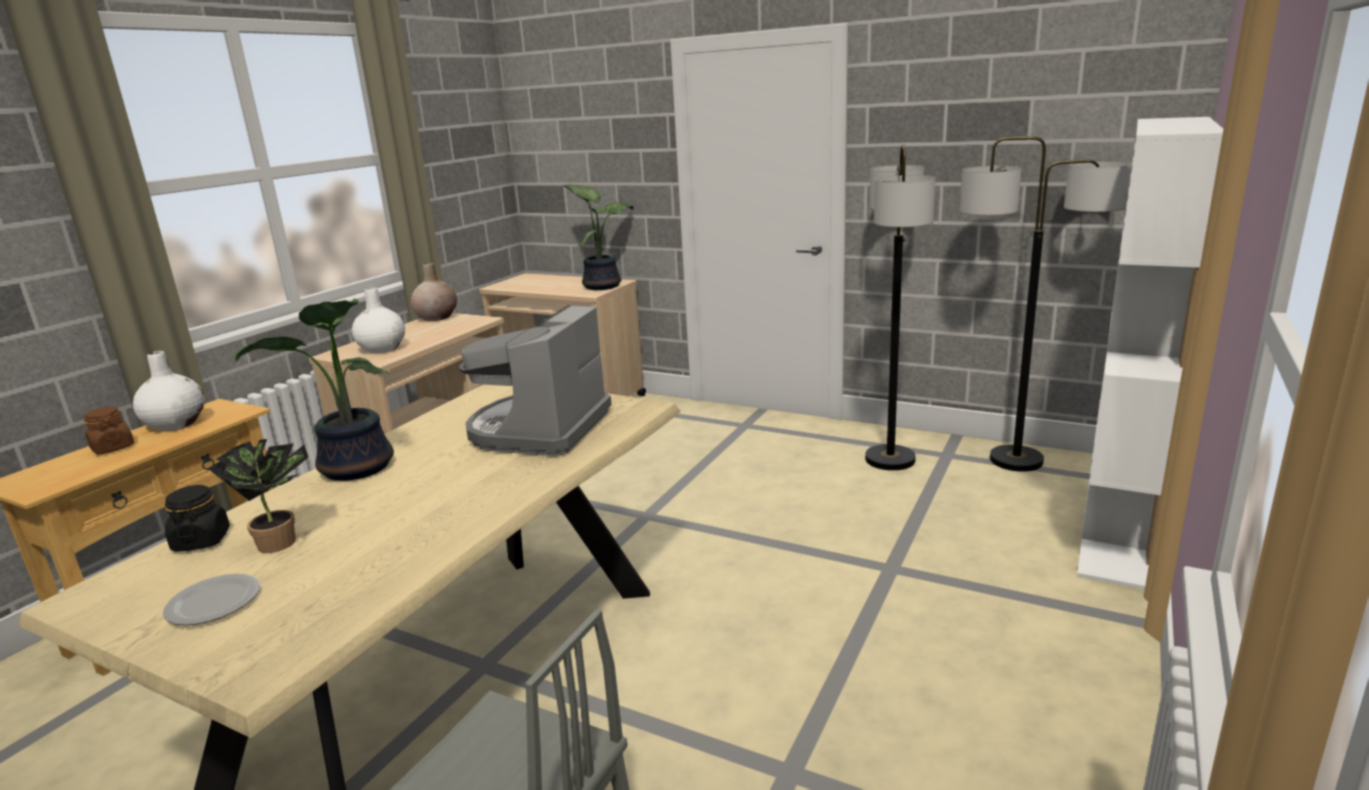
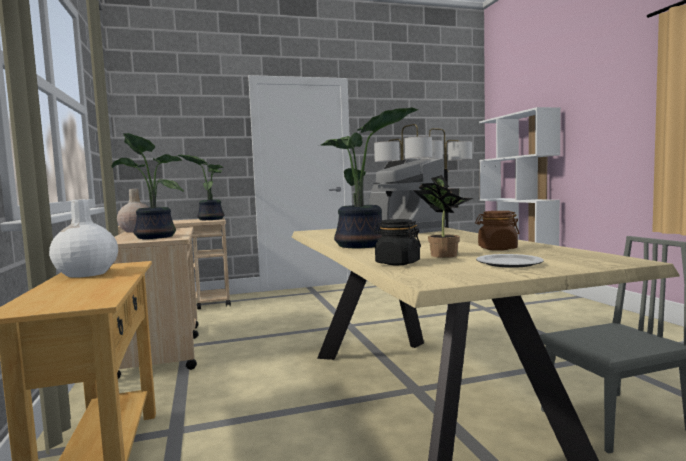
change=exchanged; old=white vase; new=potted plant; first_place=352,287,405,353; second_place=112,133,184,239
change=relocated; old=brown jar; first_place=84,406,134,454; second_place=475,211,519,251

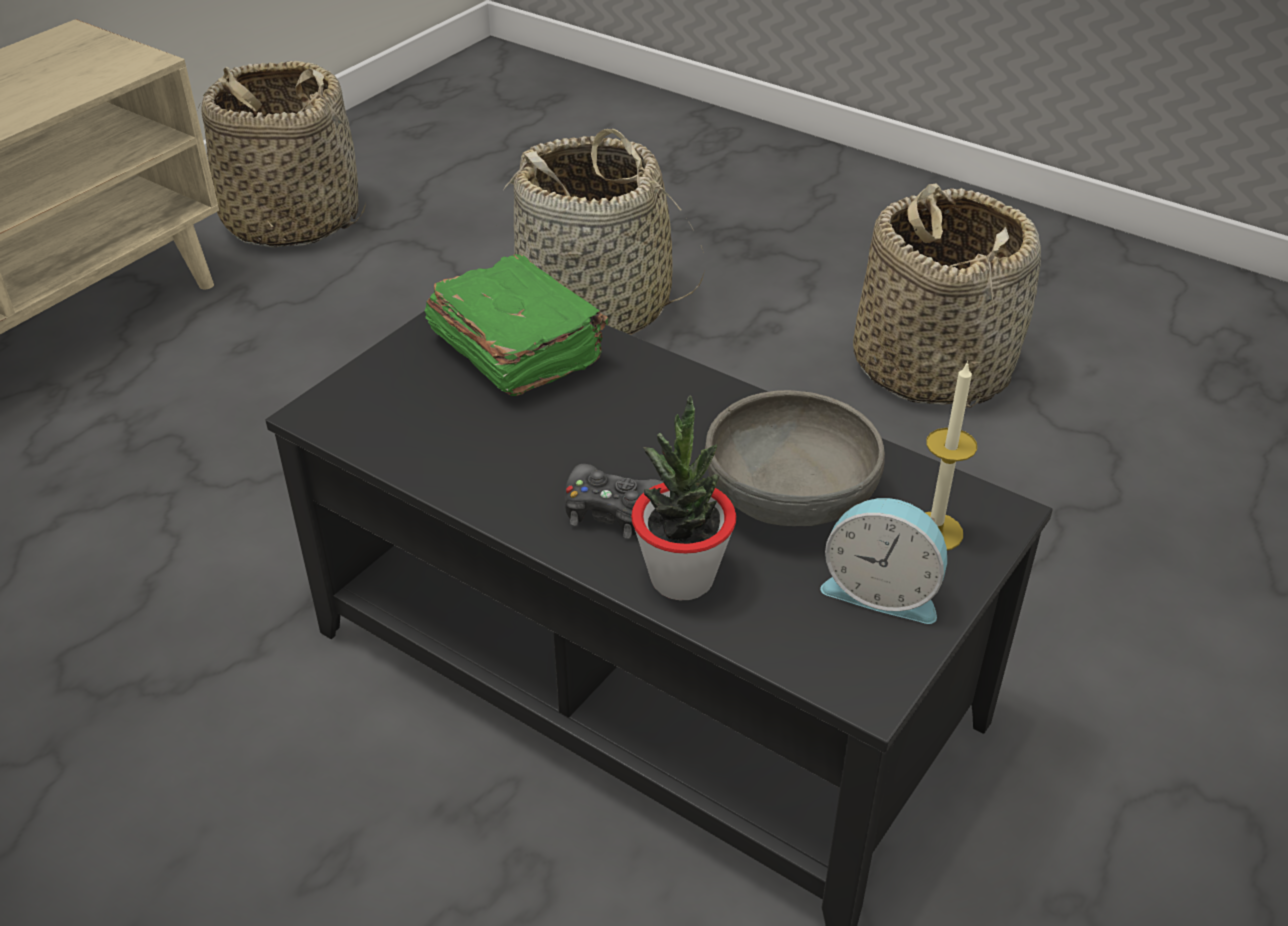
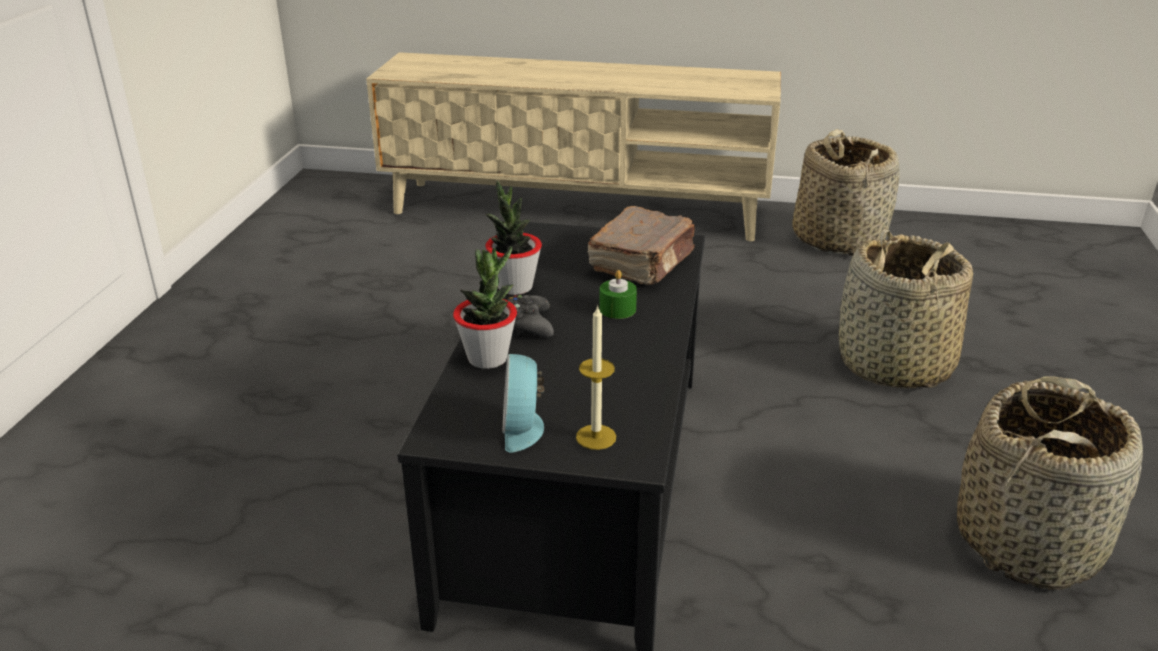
change=appeared; new=potted plant; second_place=485,180,542,295
change=colour; old=green book; new=brown book; first_place=425,254,608,396; second_place=587,206,695,285
change=appeared; new=green candle; second_place=599,270,637,319
change=missing; old=grey bowl; first_place=705,390,885,526

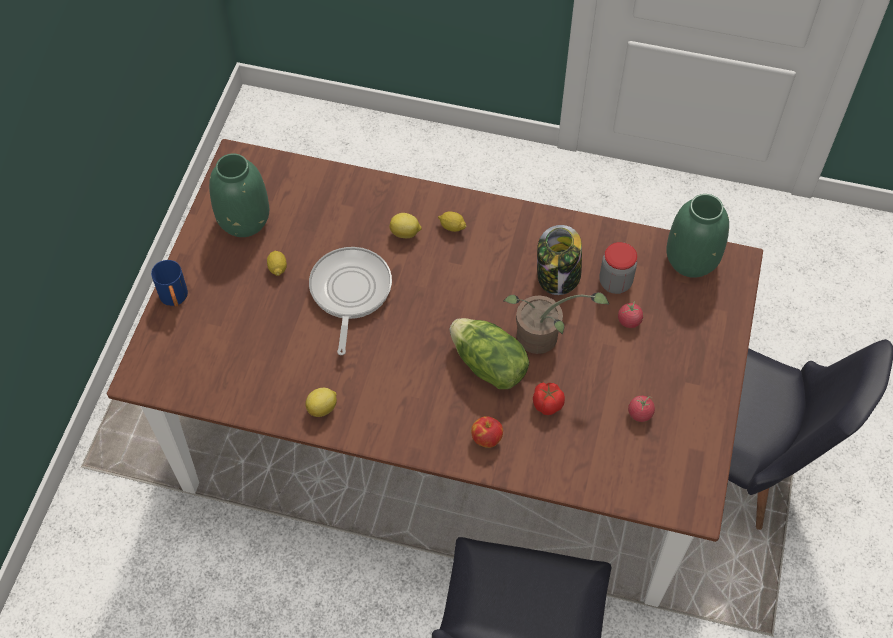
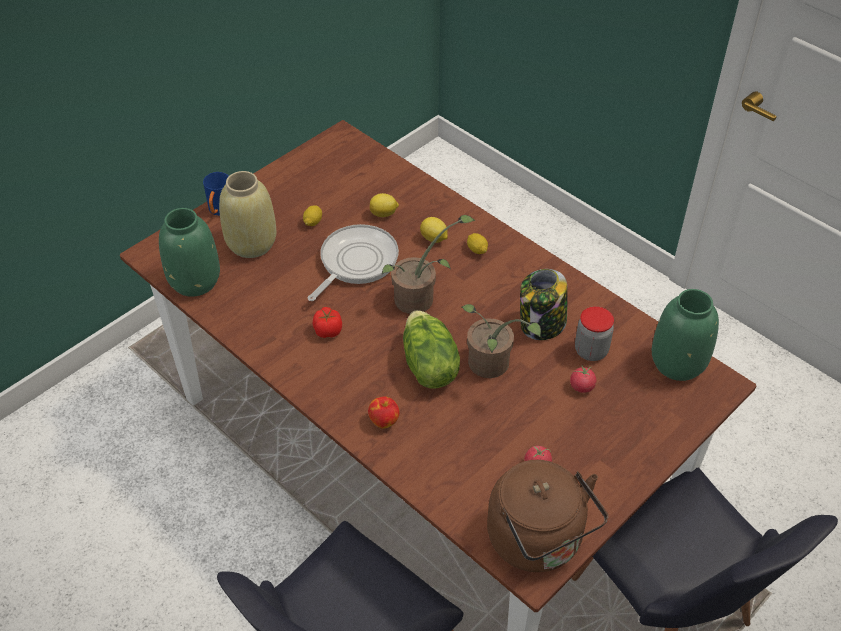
change=relocated; old=green vase; first_place=209,153,269,237; second_place=159,208,220,297
change=appeared; new=beige vase; second_place=219,171,276,258
change=relocated; old=tomato; first_place=533,383,565,415; second_place=313,307,342,338
change=relocated; old=lemon; first_place=305,388,337,417; second_place=370,193,399,217
change=appeared; new=potted plant; second_place=382,215,475,314
change=appeared; new=brown kettle; second_place=487,460,608,572

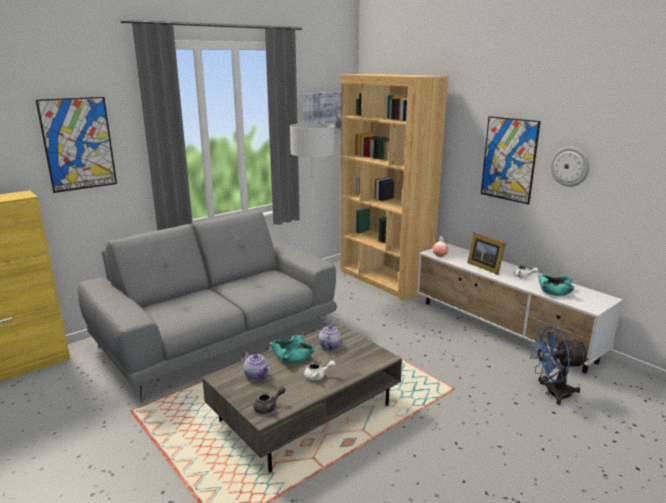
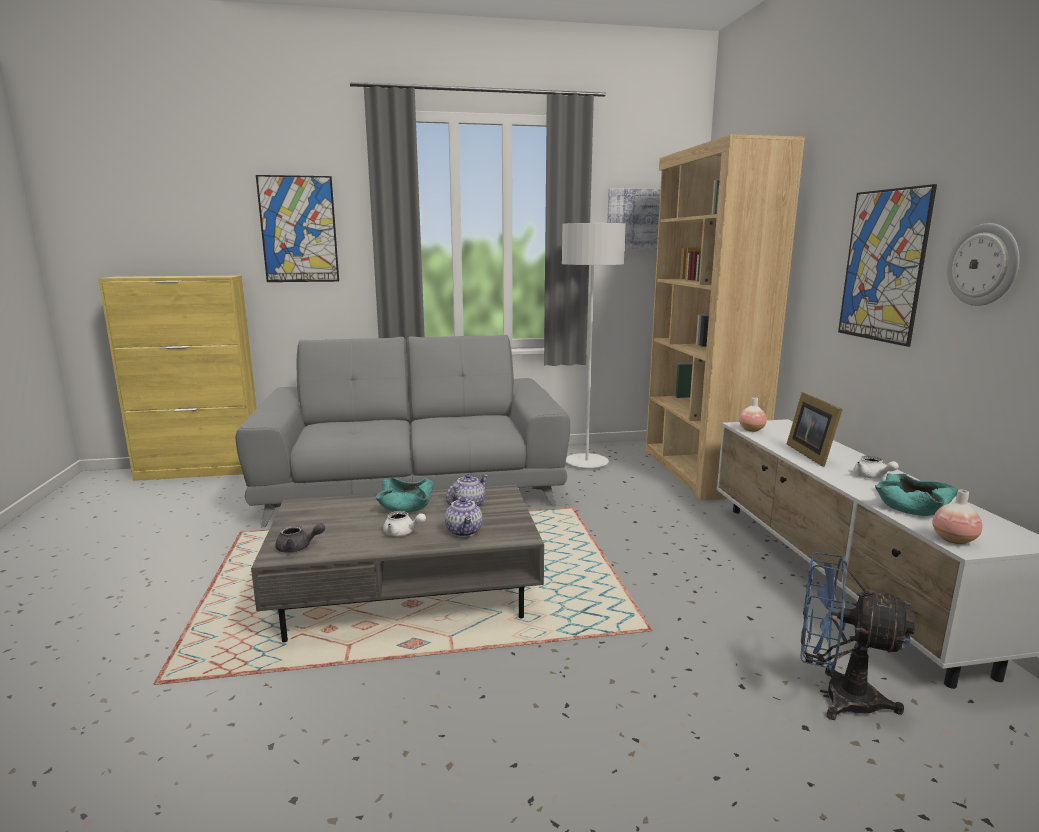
change=relocated; old=teapot; first_place=243,352,269,380; second_place=445,495,482,537
change=appeared; new=vase; second_place=932,489,982,544

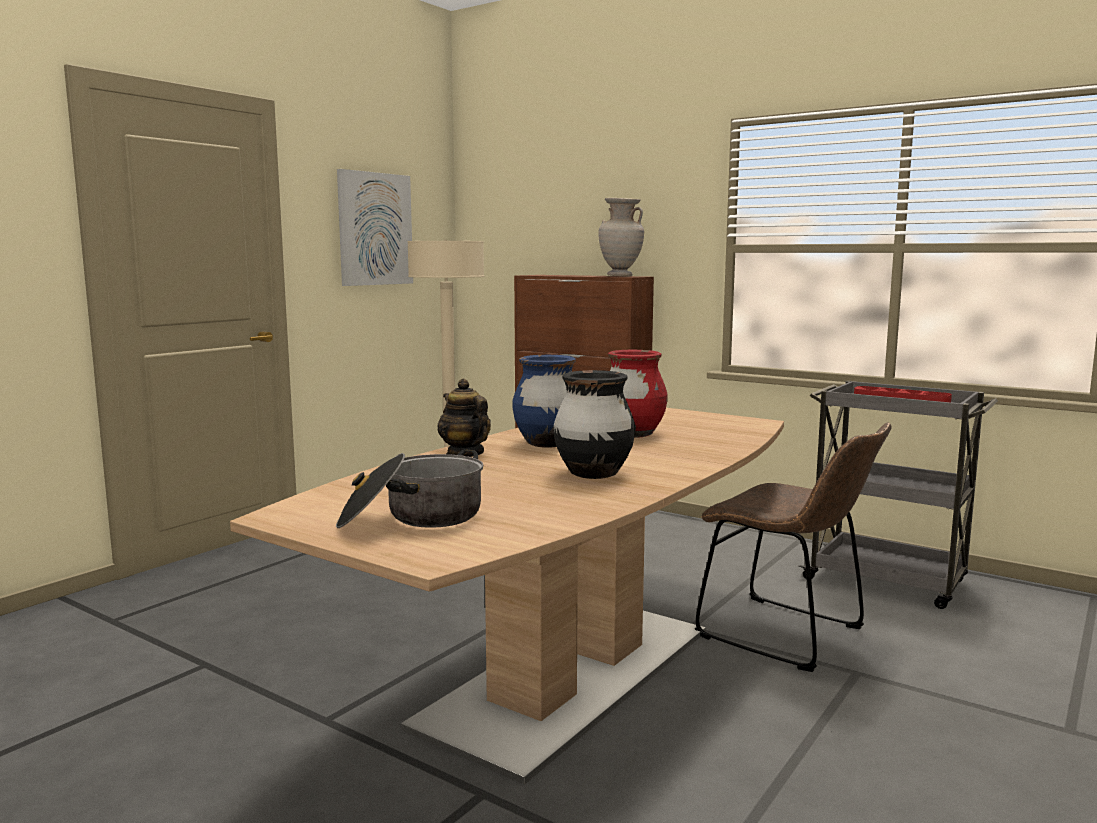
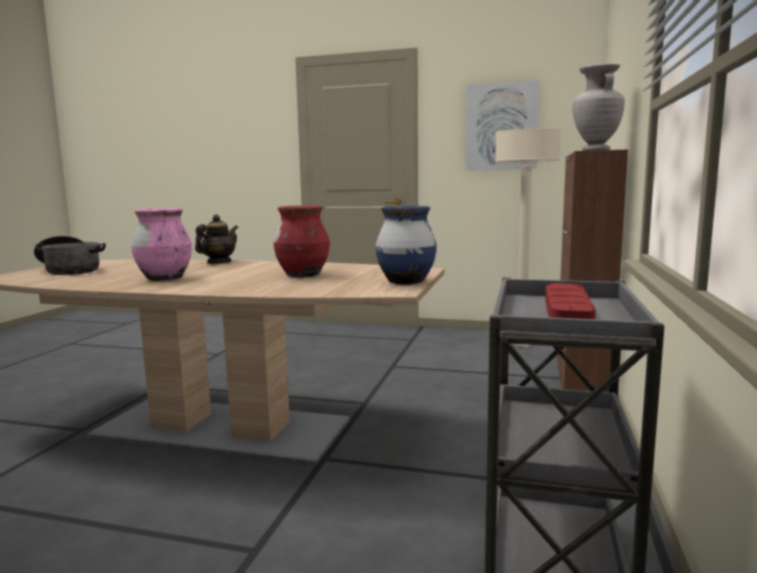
change=colour; old=black vase; new=pink vase; first_place=554,370,635,479; second_place=131,208,192,281
change=relocated; old=blue vase; first_place=512,355,576,448; second_place=376,206,436,285
change=missing; old=brown chair; first_place=695,422,892,672

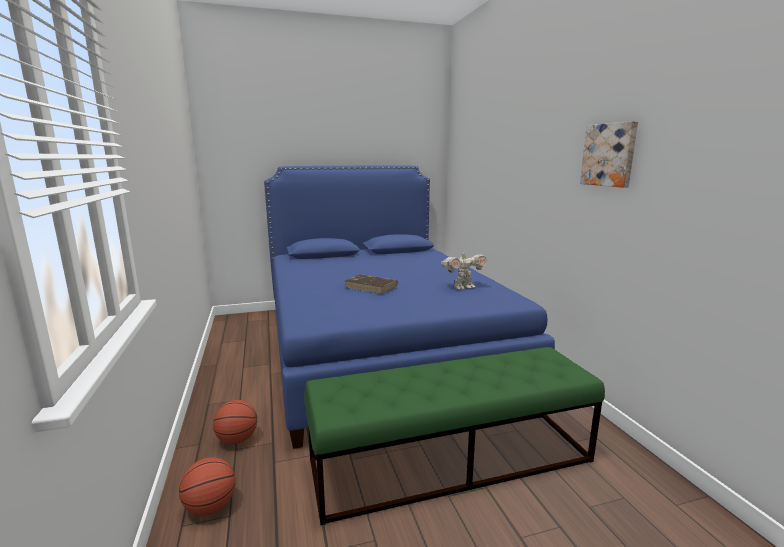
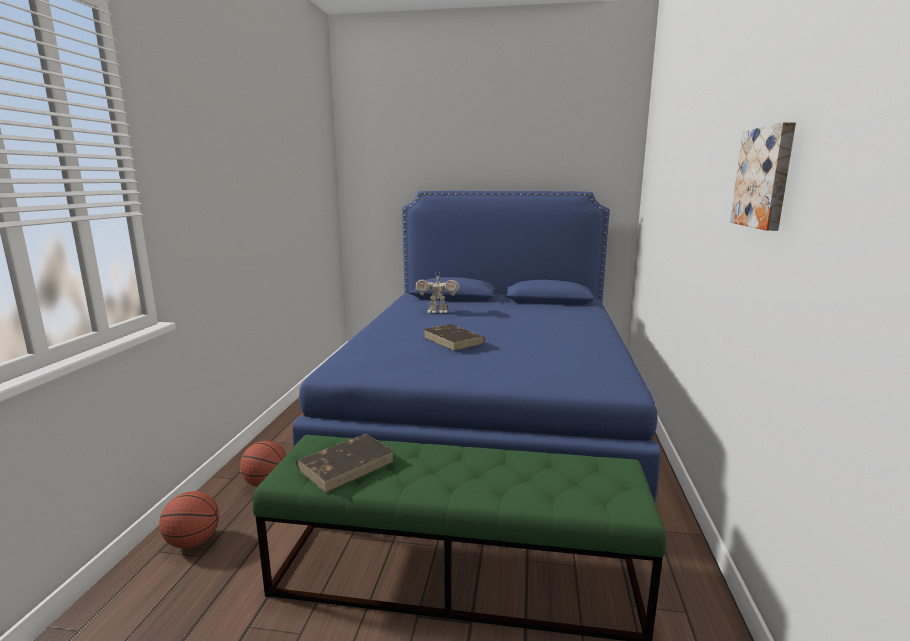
change=appeared; new=brown book; second_place=296,434,394,493
change=relocated; old=toy robot; first_place=441,249,487,289; second_place=416,272,460,313

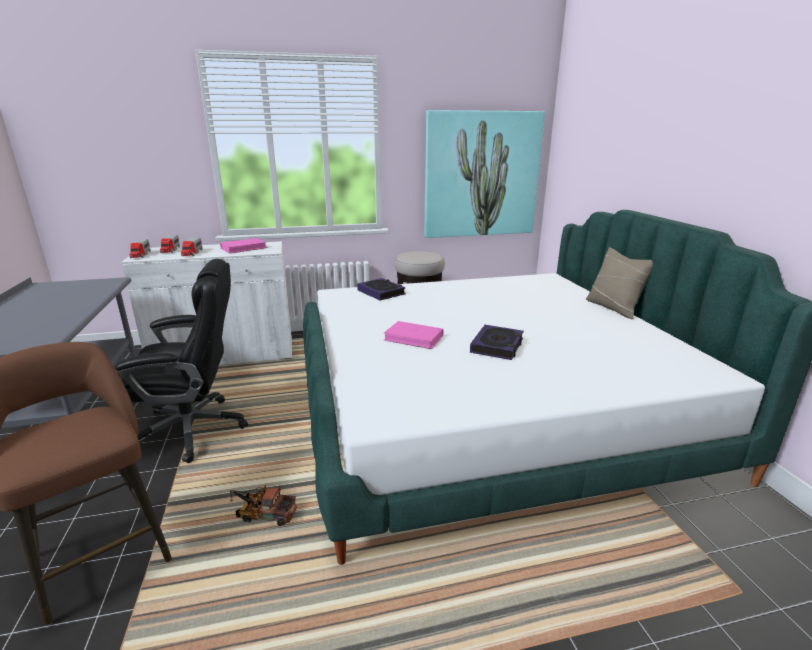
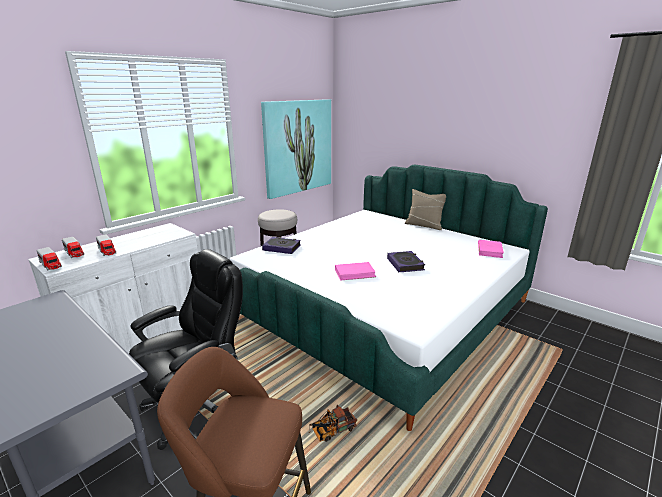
change=relocated; old=pink book; first_place=220,238,268,254; second_place=478,240,504,258

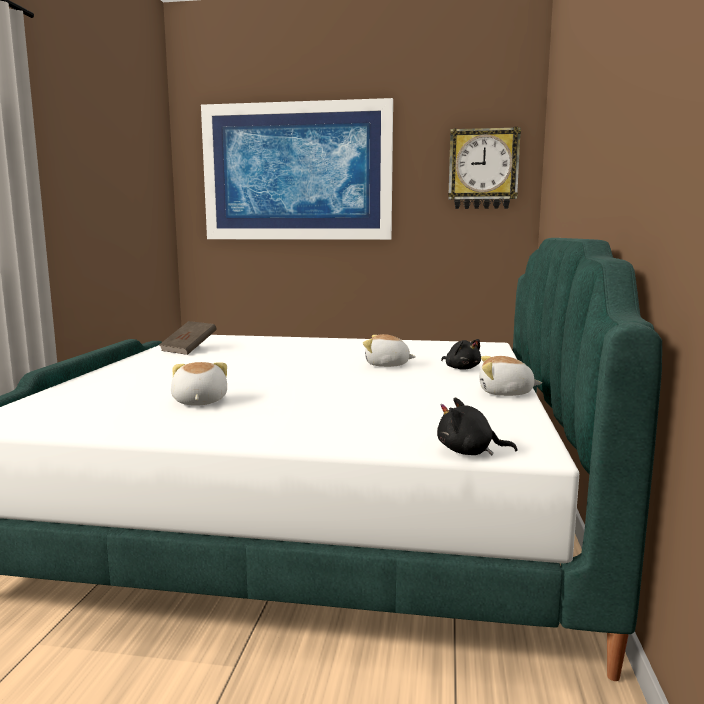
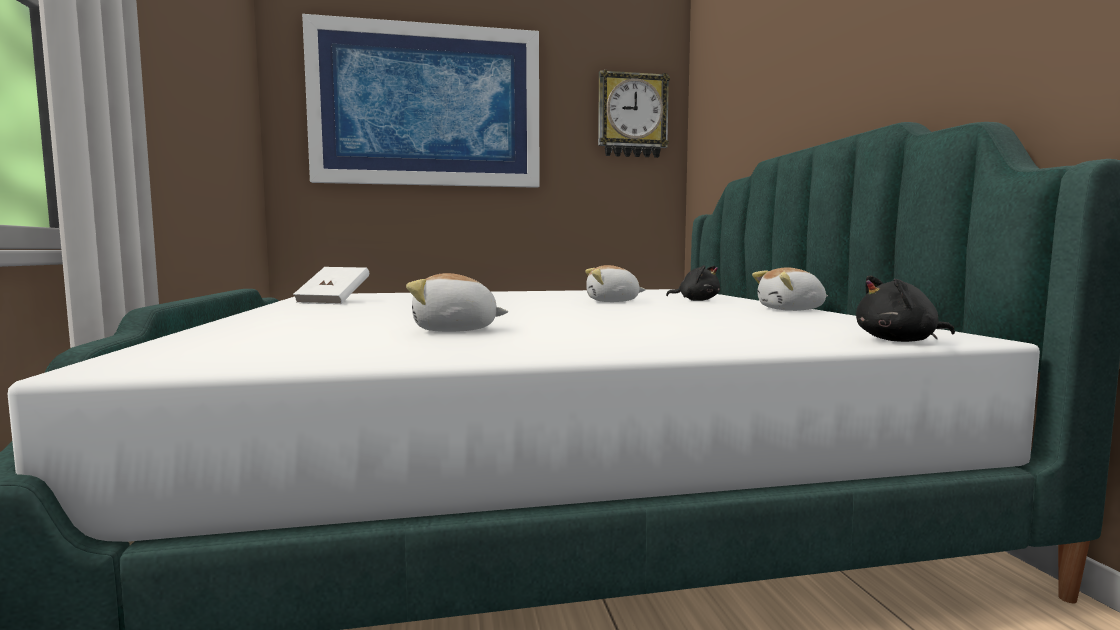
change=colour; old=brown book; new=white book; first_place=159,321,217,355; second_place=293,267,369,304
change=spun; old=plush toy; first_place=171,362,227,406; second_place=406,273,508,332; degrees=-60

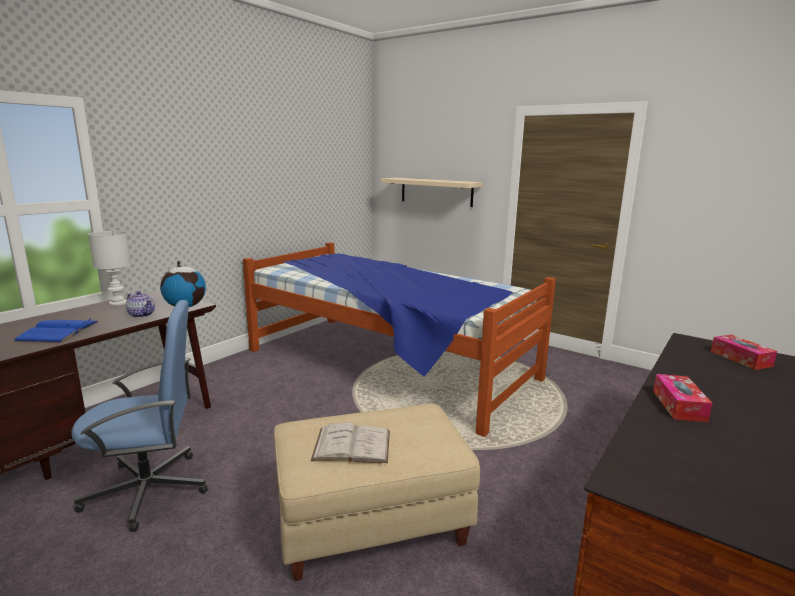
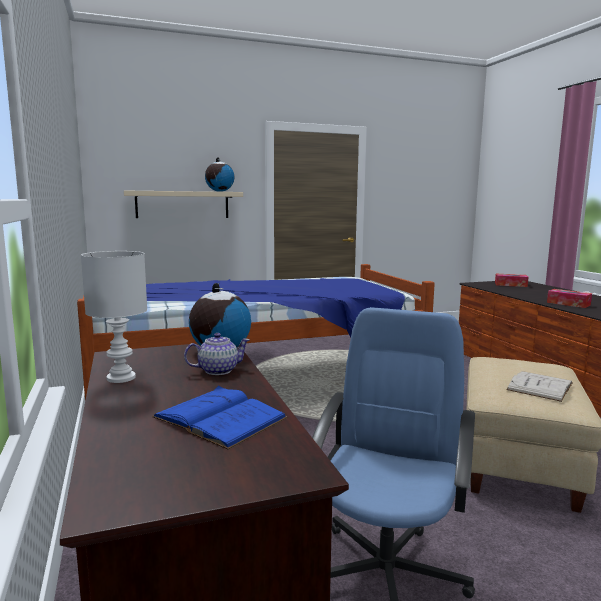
change=appeared; new=globe; second_place=205,157,234,192

